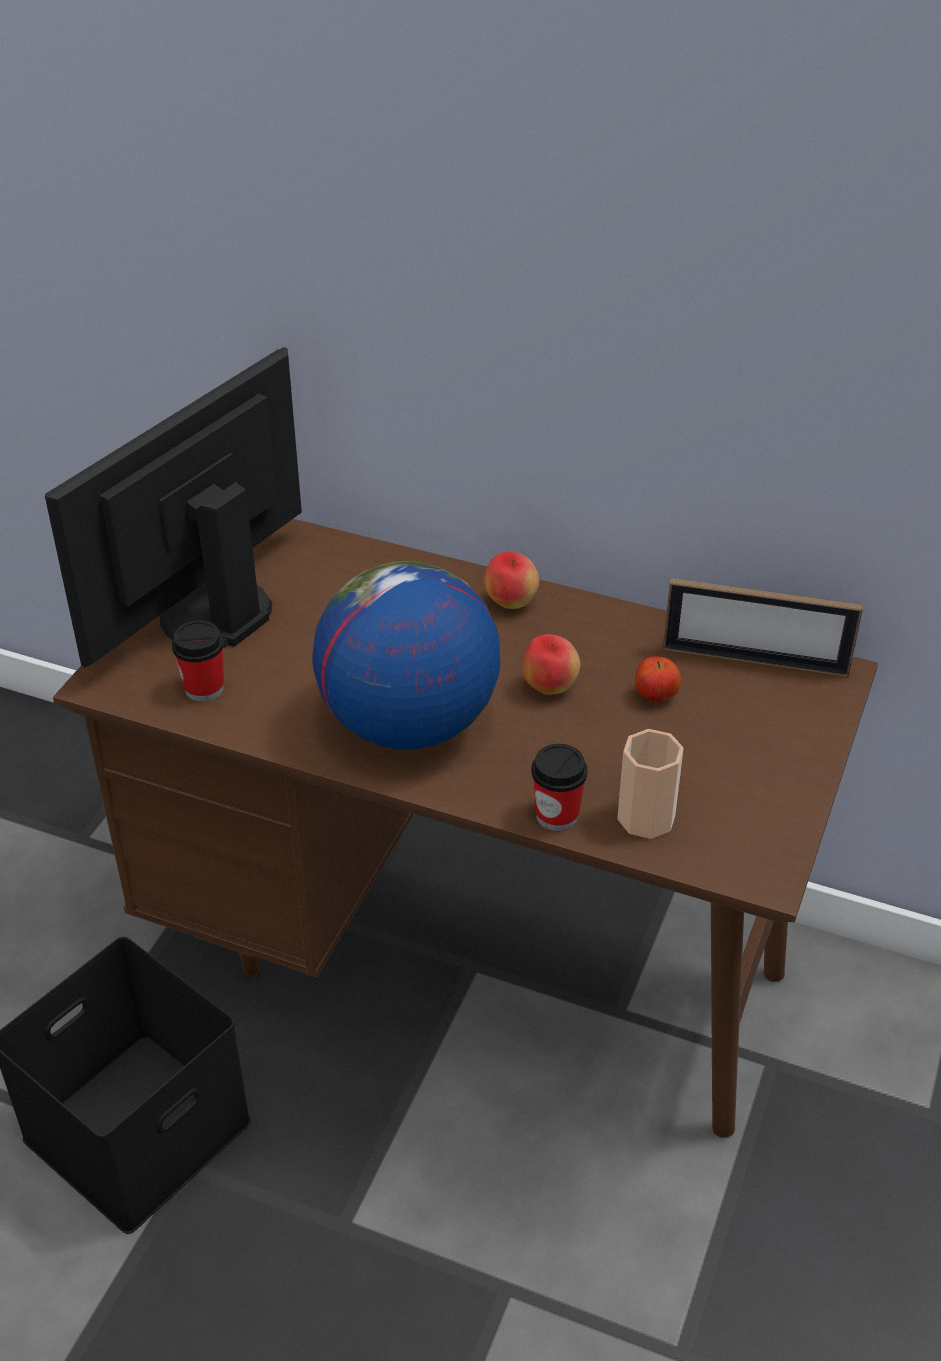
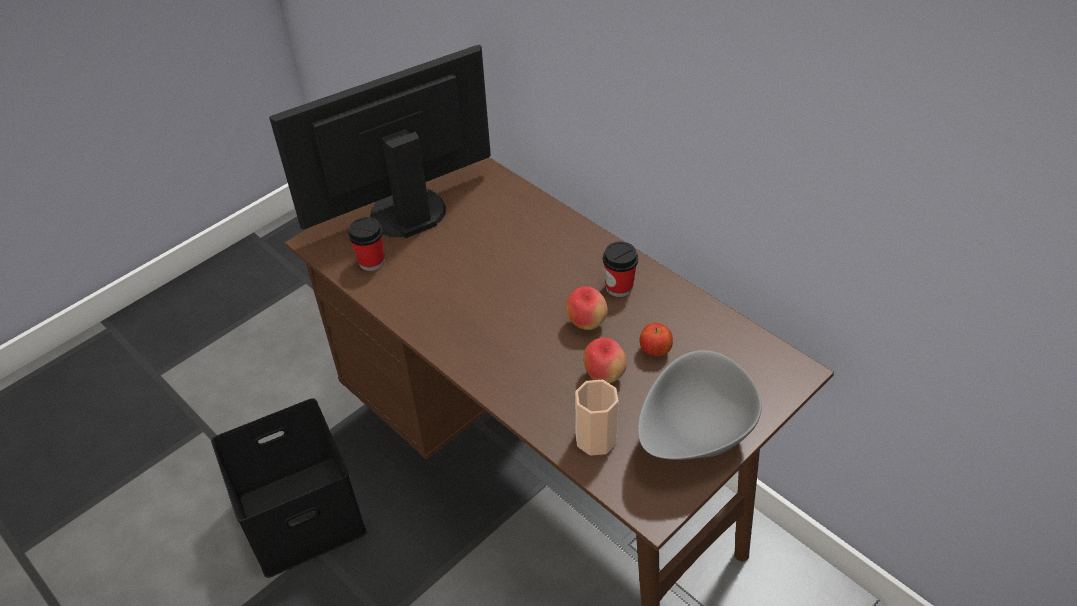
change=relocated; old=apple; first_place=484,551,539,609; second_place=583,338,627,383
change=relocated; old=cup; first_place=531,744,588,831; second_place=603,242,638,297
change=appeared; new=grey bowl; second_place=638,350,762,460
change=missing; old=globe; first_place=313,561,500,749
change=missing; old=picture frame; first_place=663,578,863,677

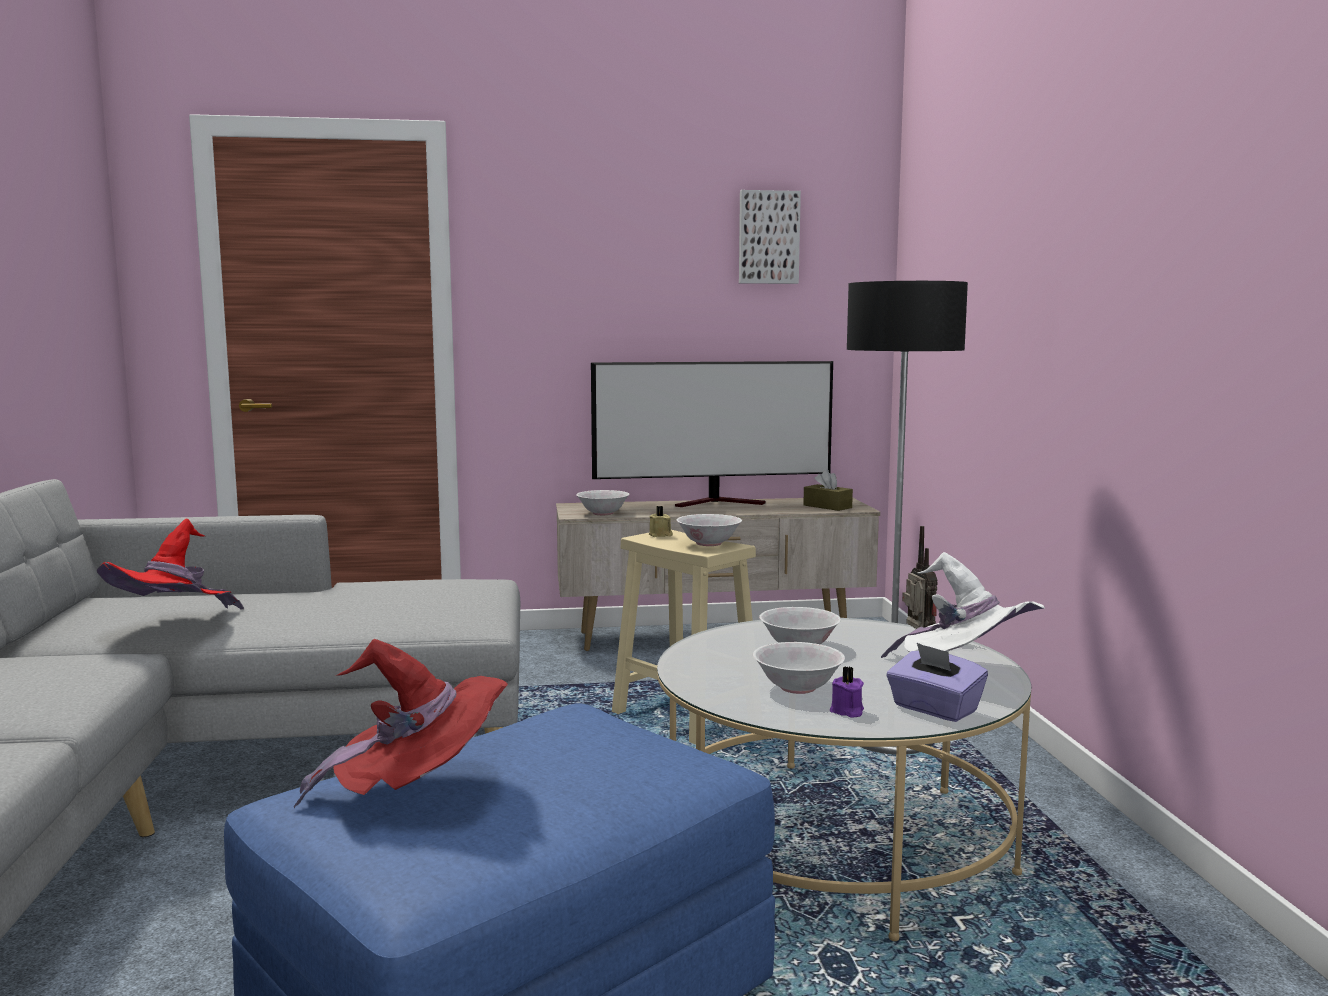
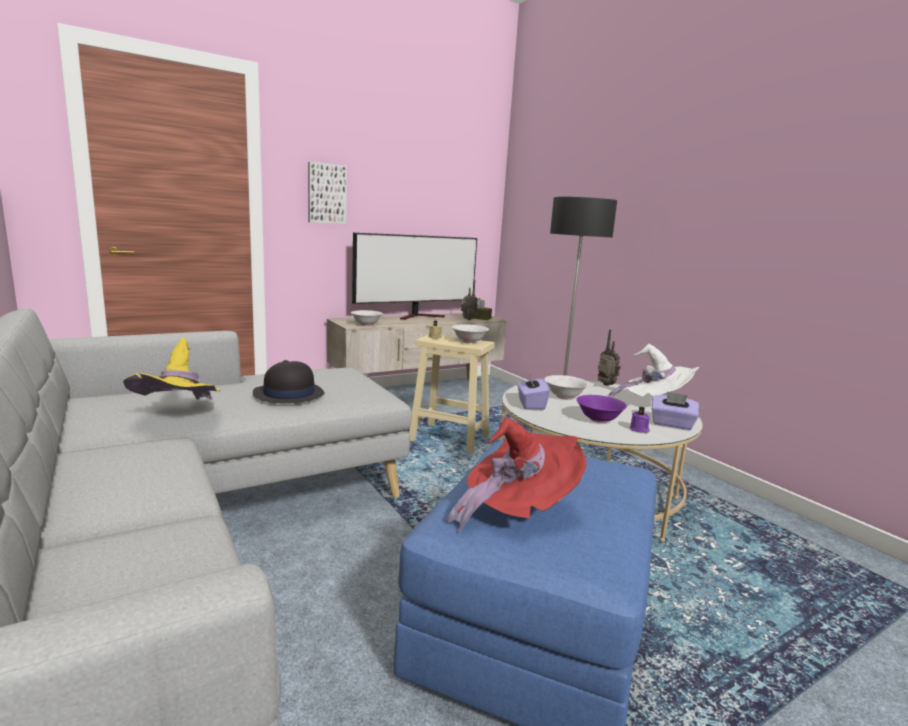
change=colour; old=red hat; new=yellow hat; first_place=97,519,244,610; second_place=123,338,220,400
change=appeared; new=black hat; second_place=253,360,324,403
change=relocated; old=picture; first_place=739,190,801,284; second_place=308,162,347,224
change=appeared; new=radio; second_place=461,280,478,320
change=appeared; new=purple tissue box; second_place=517,375,550,410
change=colour; old=white bowl; new=purple bowl; first_place=753,642,845,694; second_place=576,395,627,423

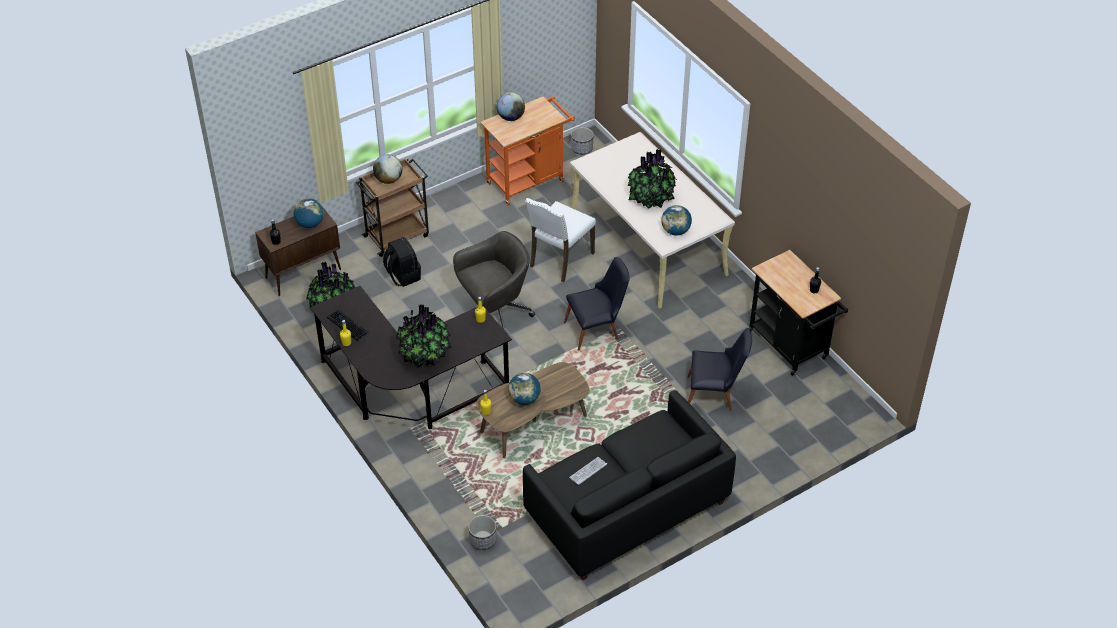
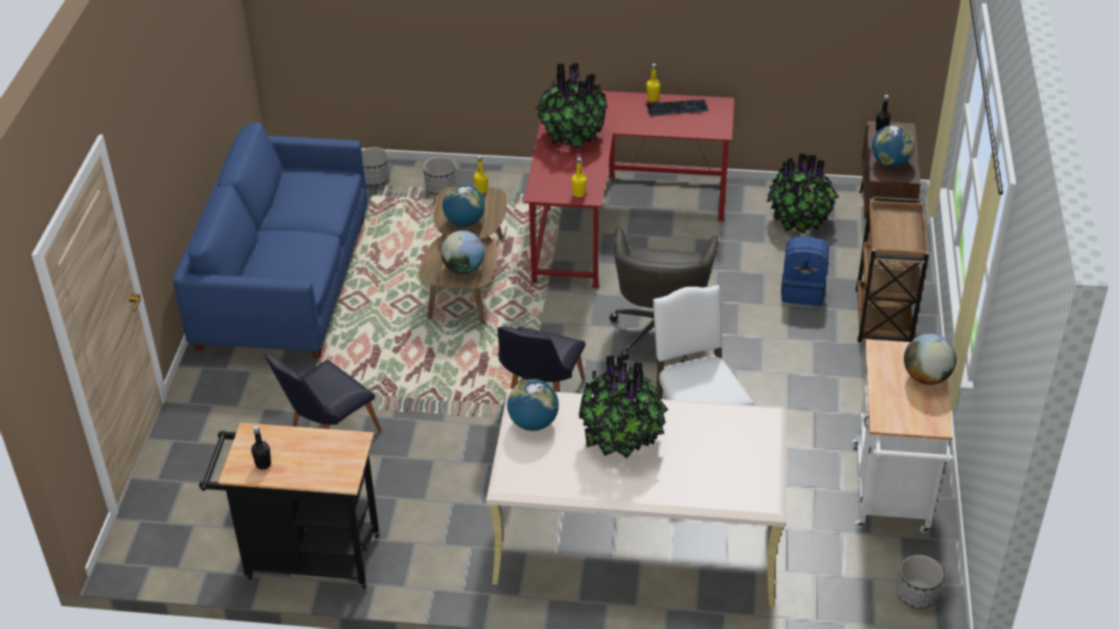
change=colour; old=black sofa; new=blue sofa; first_place=523,390,736,580; second_place=173,122,368,359
change=appeared; new=planter; second_place=423,156,456,195
change=relocated; old=globe; first_place=373,154,402,184; second_place=441,230,485,274
change=colour; old=black desk; new=red desk; first_place=310,286,512,429; second_place=524,91,734,289
change=colour; old=black backpack; new=blue backpack; first_place=383,237,421,287; second_place=781,237,829,306
change=colour; old=orange cart; new=white cart; first_place=480,96,575,205; second_place=852,339,953,533
change=missing; old=keyboard; first_place=569,457,607,485

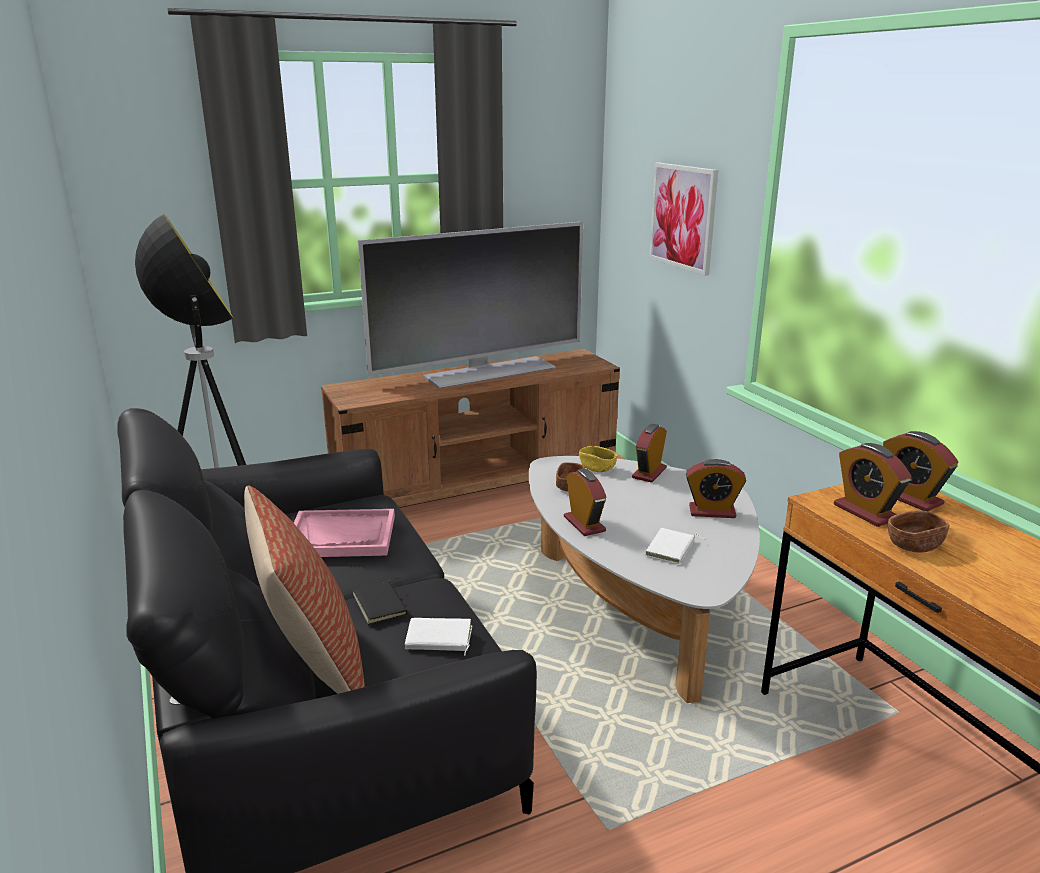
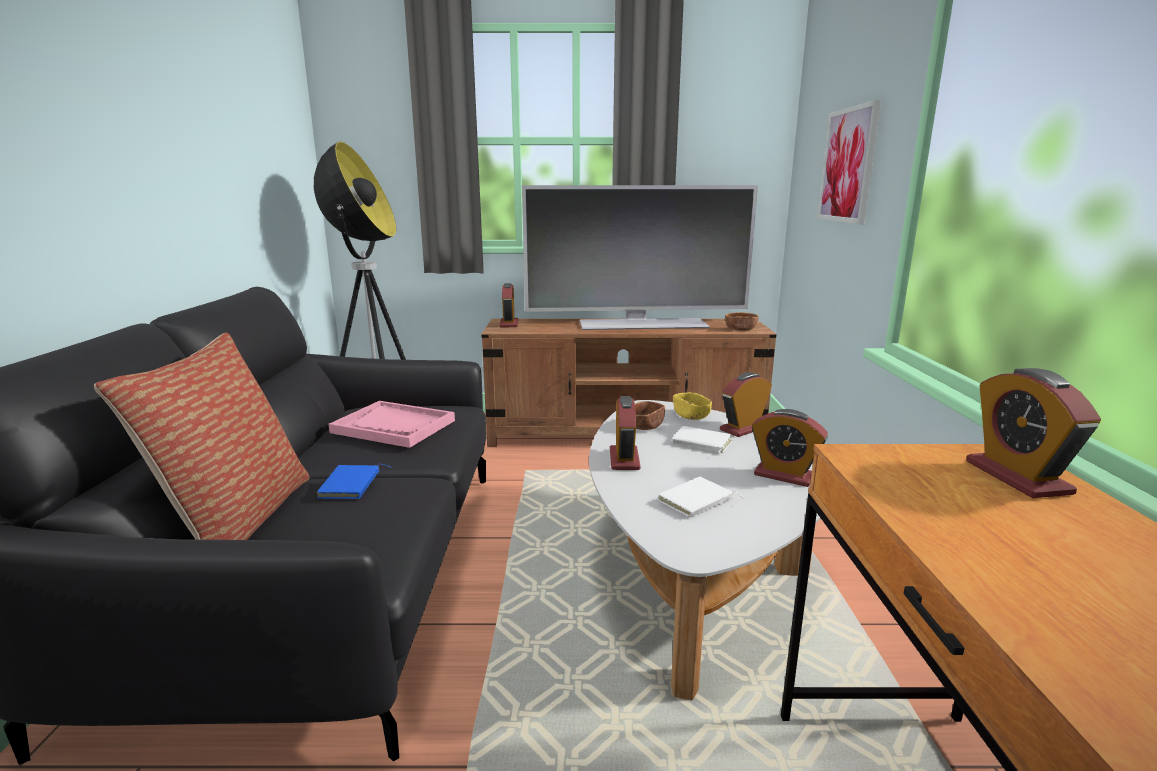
change=colour; old=black book; new=blue book; first_place=353,578,408,625; second_place=317,464,390,499
change=relocated; old=alarm clock; first_place=834,443,911,527; second_place=499,283,518,327
change=relocated; old=white book; first_place=405,618,472,656; second_place=672,426,732,453
change=relocated; old=brown bowl; first_place=888,510,950,553; second_place=725,312,759,331

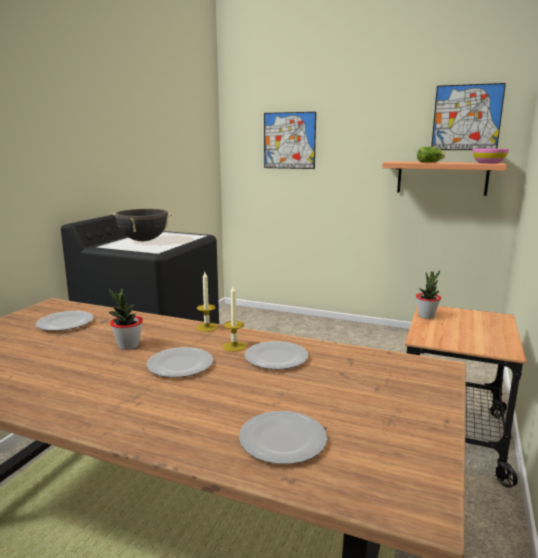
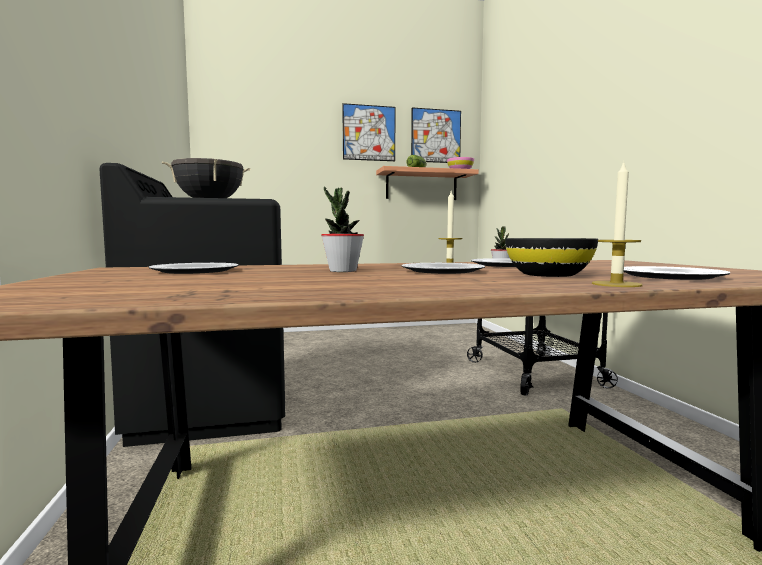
change=relocated; old=picture; first_place=264,112,316,169; second_place=342,103,395,161
change=appeared; new=black bowl; second_place=505,238,598,277
change=relocated; old=candle; first_place=196,272,218,332; second_place=592,160,642,287

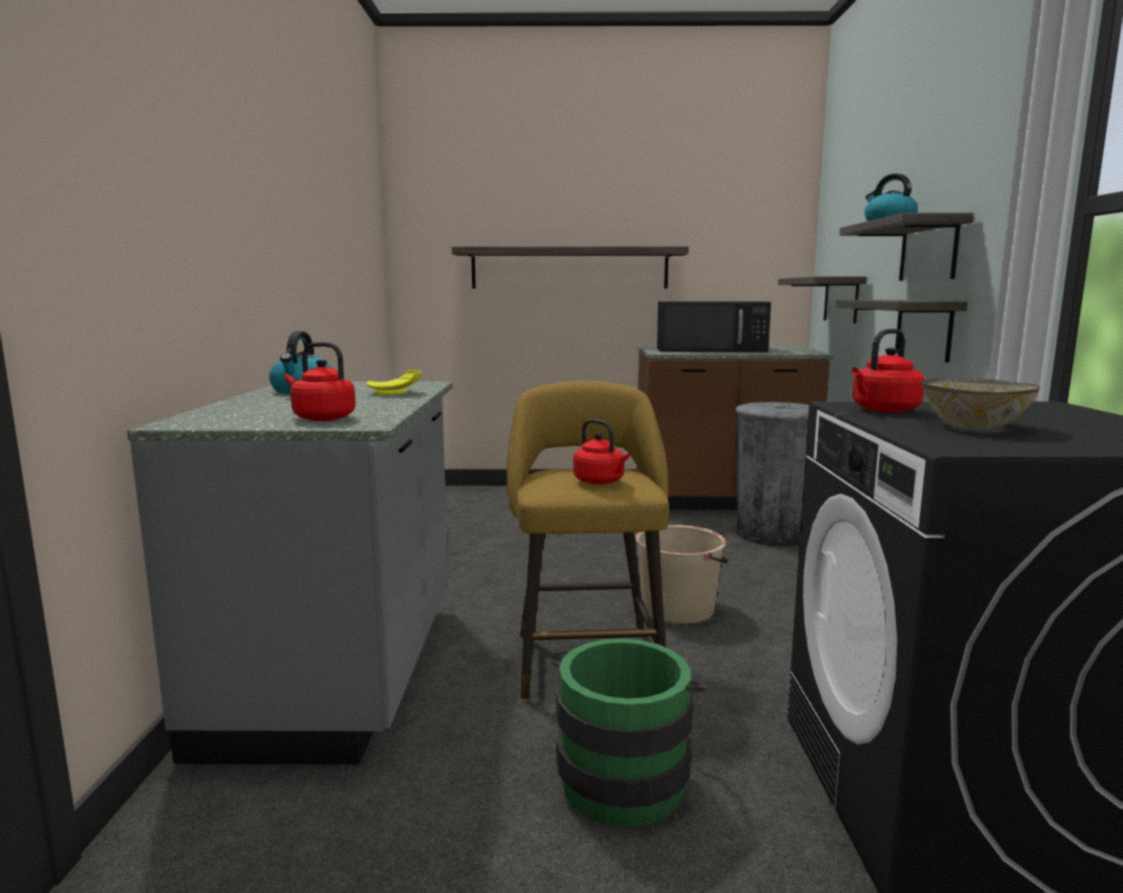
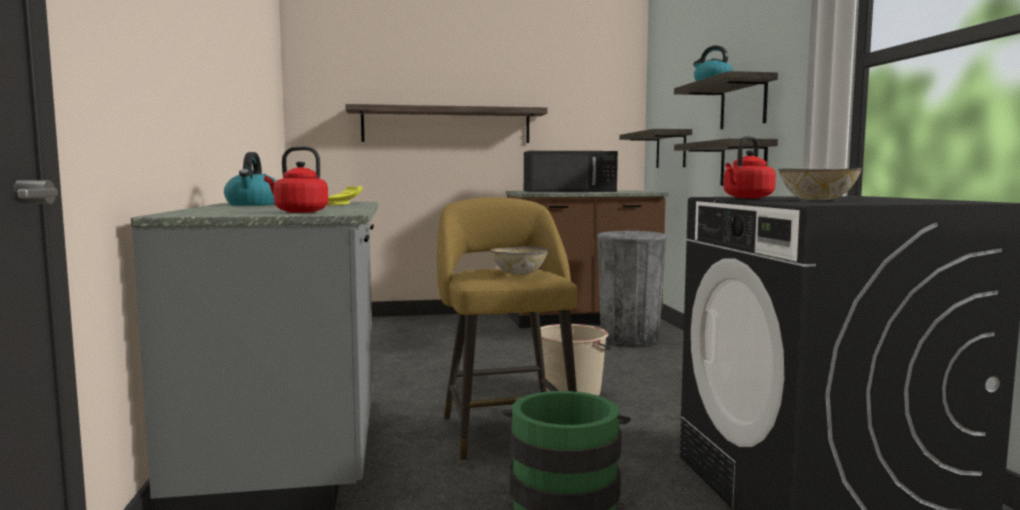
change=exchanged; old=red kettle; new=bowl; first_place=573,419,630,484; second_place=490,246,548,275

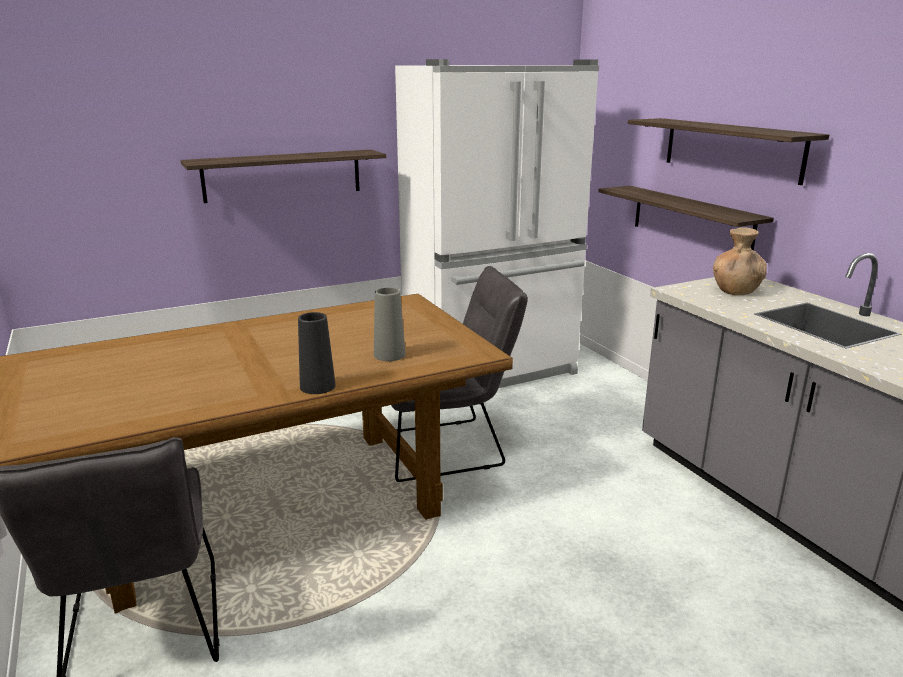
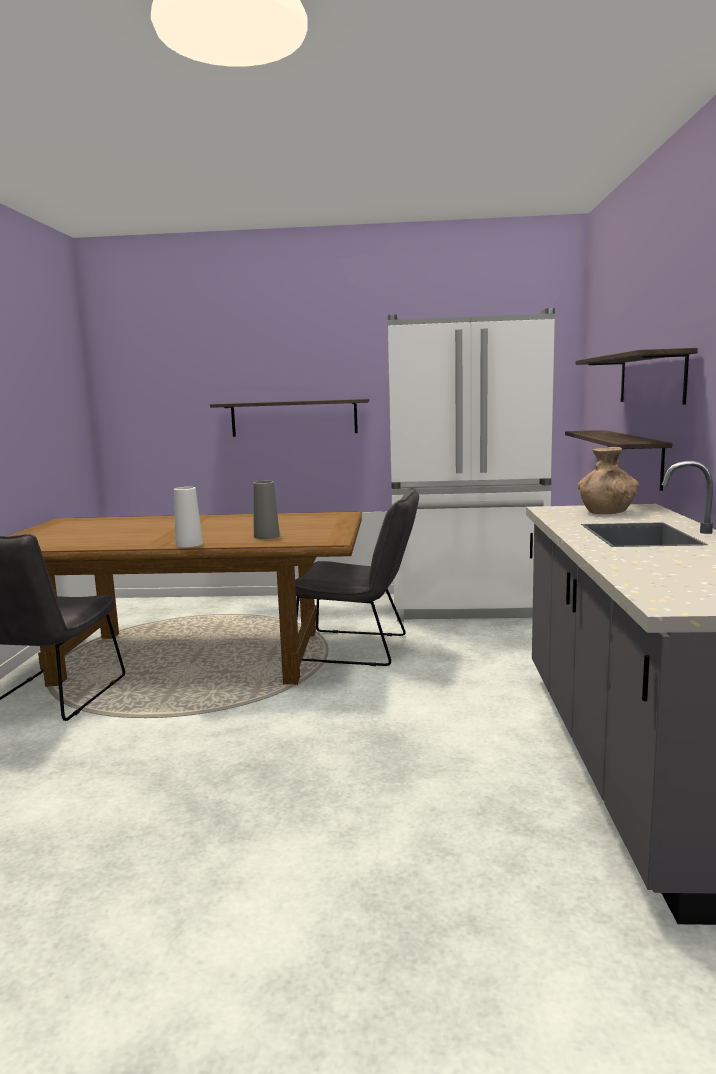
change=colour; old=black vase; new=white vase; first_place=298,312,336,394; second_place=174,487,203,547

